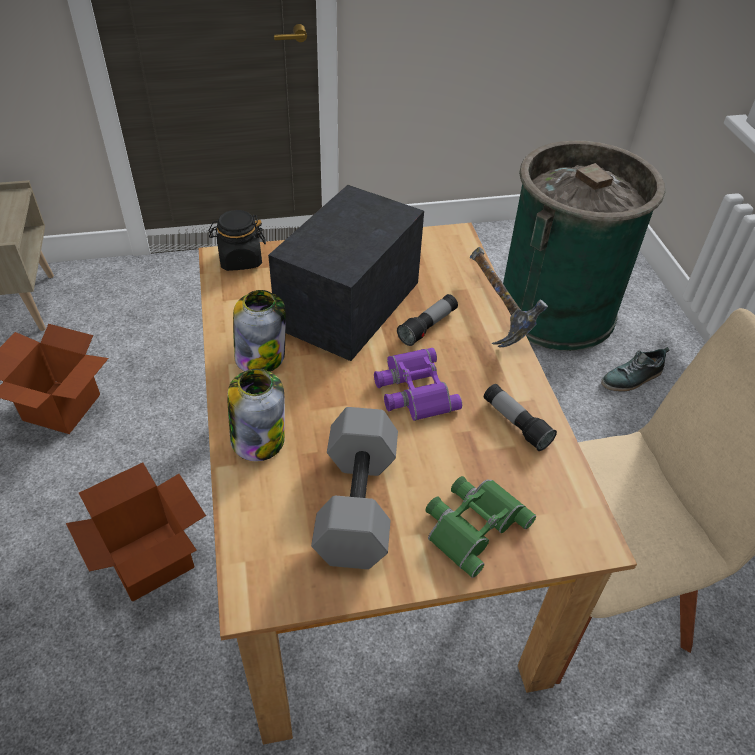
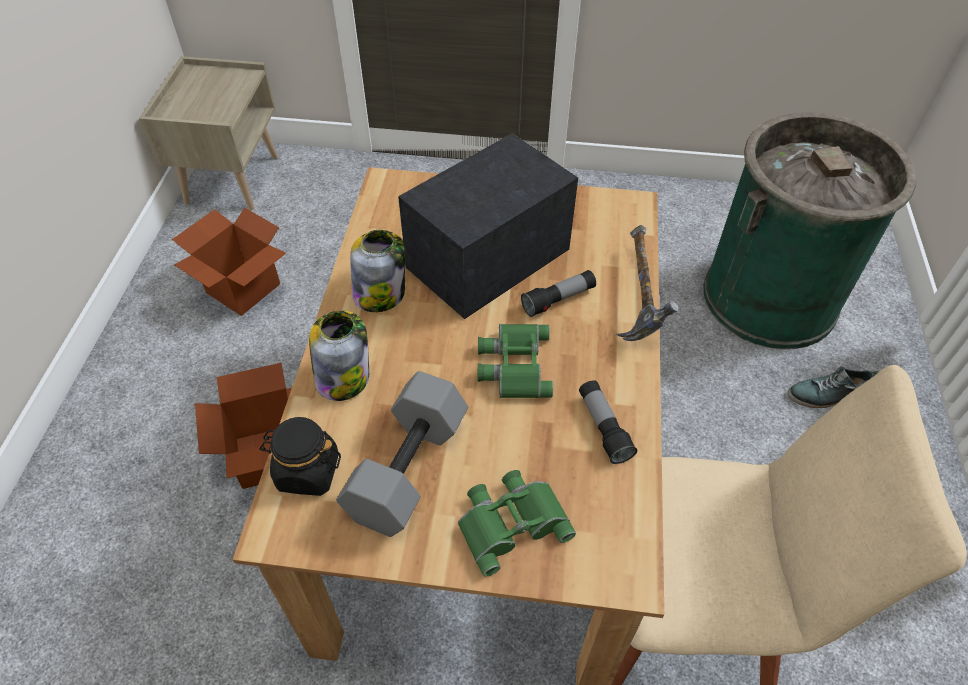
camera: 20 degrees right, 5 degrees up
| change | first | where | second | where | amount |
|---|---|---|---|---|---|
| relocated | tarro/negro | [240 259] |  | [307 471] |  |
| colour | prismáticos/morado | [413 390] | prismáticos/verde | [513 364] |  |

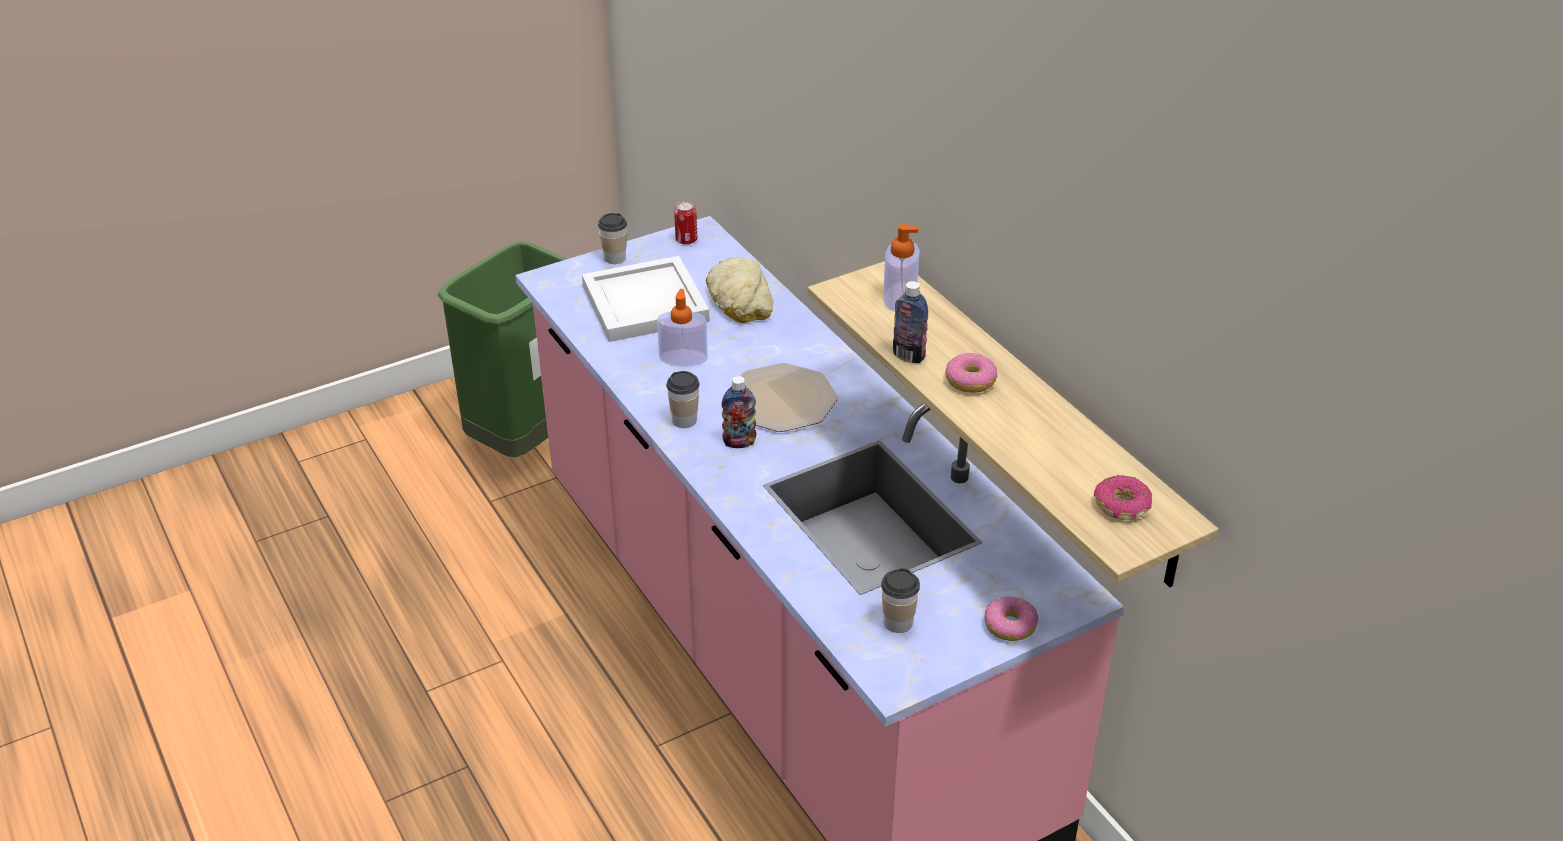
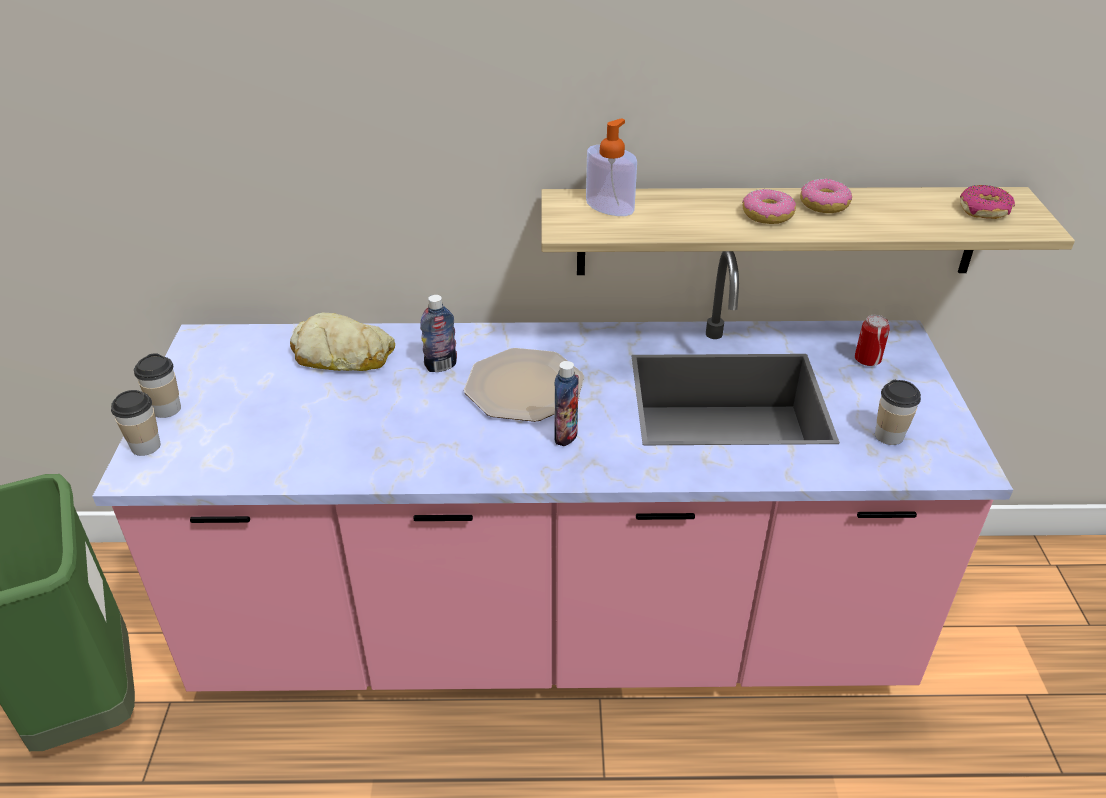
camera: 60 degrees left, 0 degrees up
| change | first | where | second | where | amount |
|---|---|---|---|---|---|
| missing | bandeja/blanco | [644 305] |  |  |  |
| missing | dispensador de jabón | [683 358] |  |  |  |
| relocated | taza | [684 420] |  | [145 446] |  |
| relocated | lata | [686 240] |  | [867 360] |  |
| relocated | botella | [908 356] |  | [441 366] |  |
| relocated | rosquilla | [1010 626] |  | [824 205] |  |

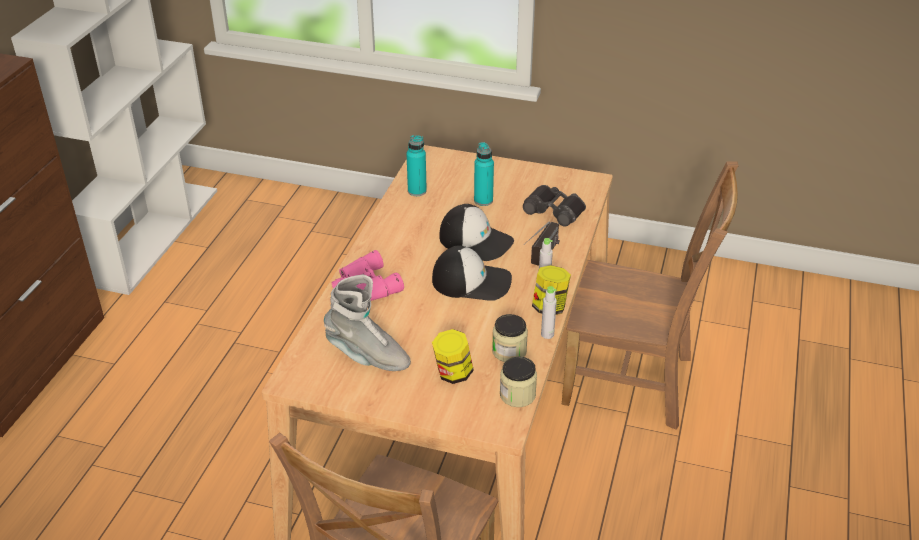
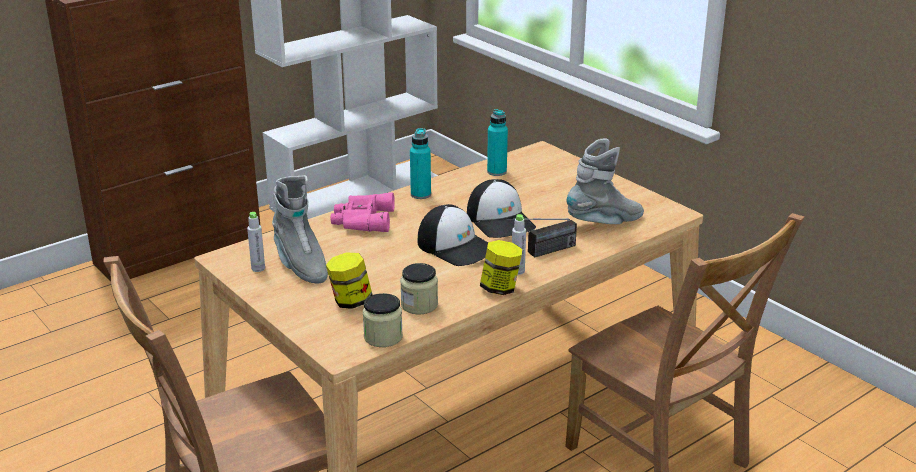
camera: 35 degrees right, 10 degrees down
| change | first | where | second | where | amount |
|---|---|---|---|---|---|
| relocated | botella/turquesa | [483 200] |  | [420 194] |  |
| relocated | botella/gris | [547 334] |  | [258 268] |  |
| exchanged | prismáticos/negro | [554 210] | bota/gris | [605 223] |  |

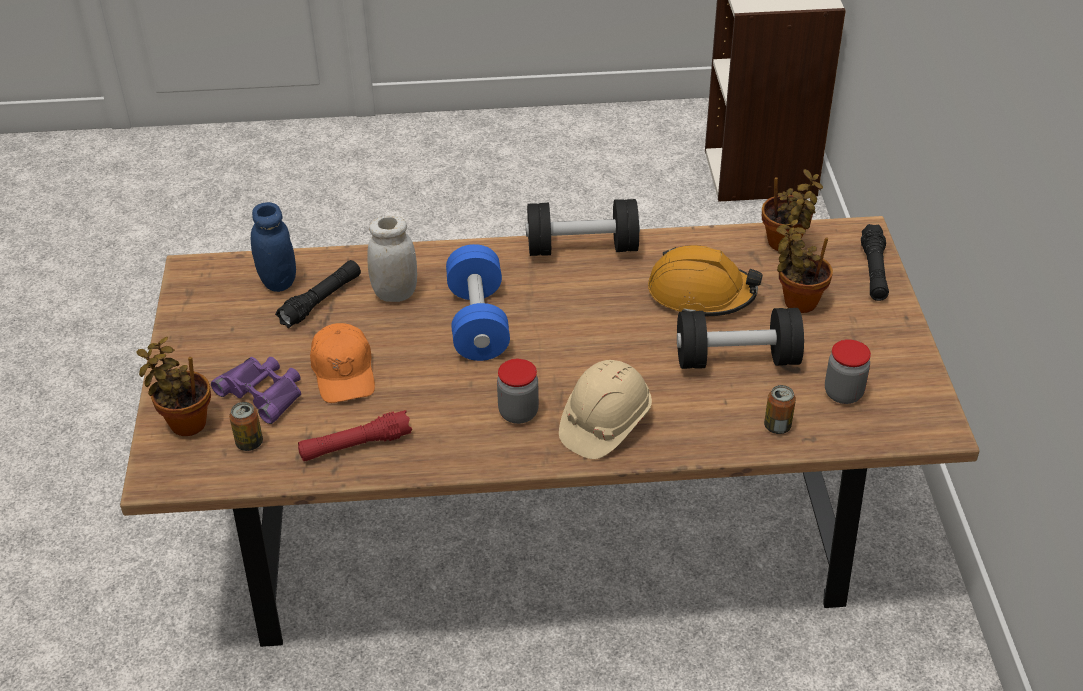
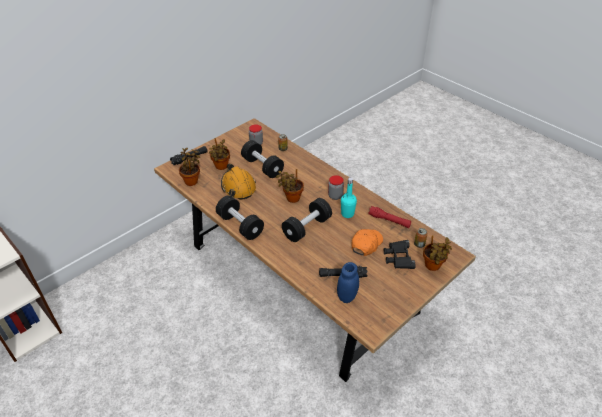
camera: 130 degrees left, 0 degrees up
| change | first | where | second | where | amount |
|---|---|---|---|---|---|
| missing | tarro/blanco | [395 293] |  |  |  |
| missing | casco/beis | [604 423] |  |  |  |
| appeared |  |  | planta en maceta | [291 198] |  |
| appeared |  |  | botella/turquesa | [347 214] |  |
| colour | prismáticos/morado | [263 392] | prismáticos/negro | [398 257] |  |
| colour | mancuerna/azul | [478 322] | mancuerna/negro | [307 228] |  |

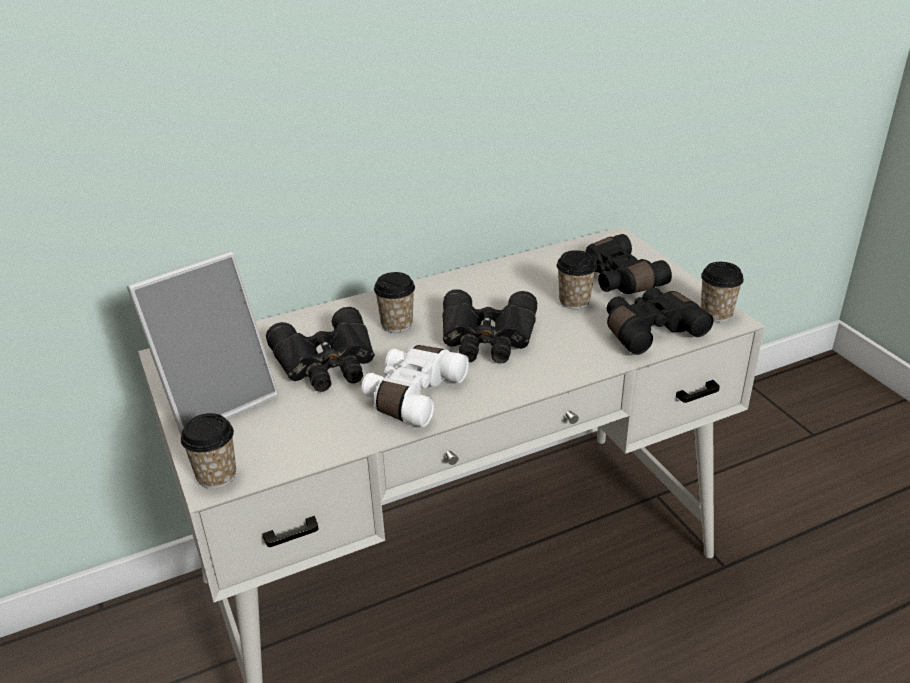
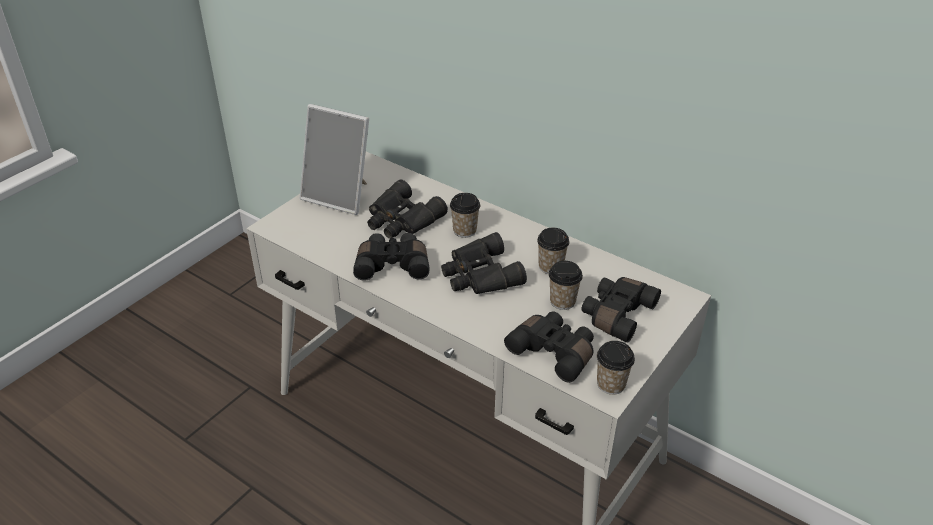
camera: 60 degrees right, 5 degrees up
| change | first | where | second | where | amount |
|---|---|---|---|---|---|
| relocated | taza | [216 475] |  | [550 267] |  |
| colour | prismáticos/blanco | [412 395] | prismáticos/negro | [392 264] |  |

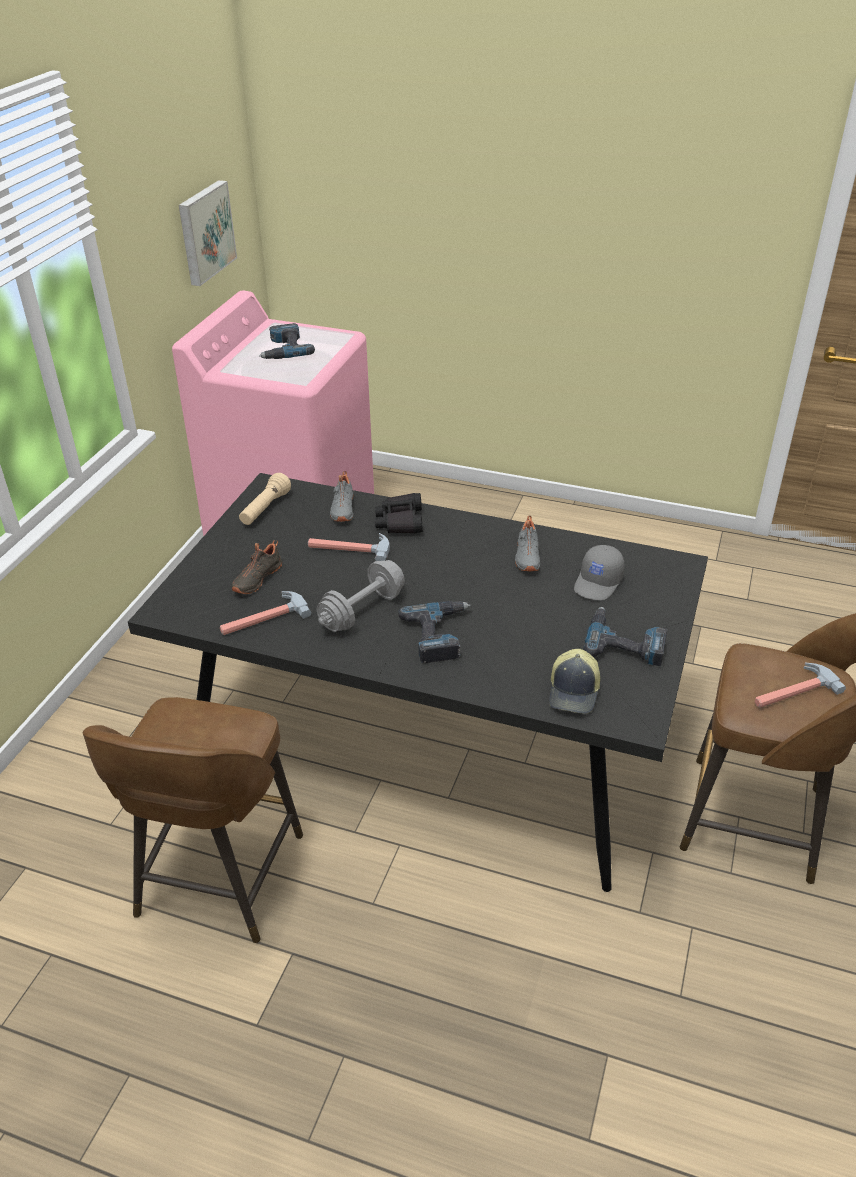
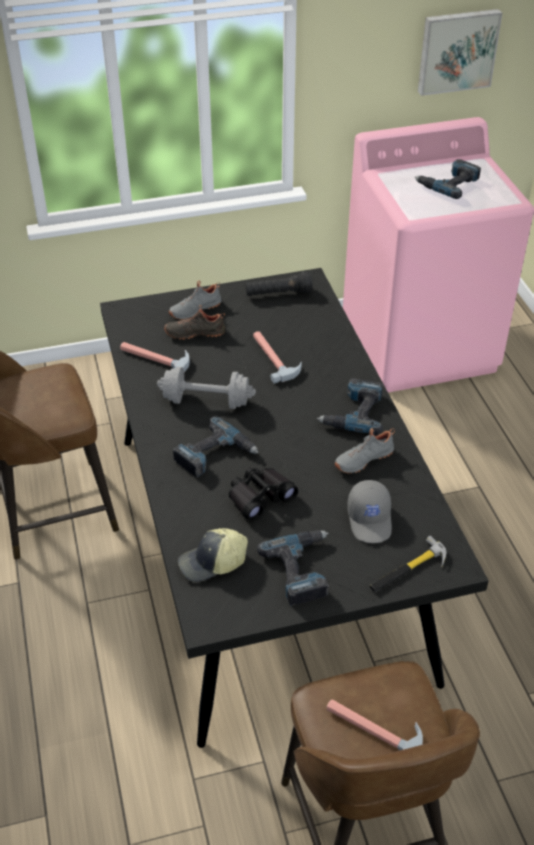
camera: 55 degrees right, 5 degrees up
| change | first | where | second | where | amount |
|---|---|---|---|---|---|
| appeared |  |  | taladro | [353 412] |  |
| appeared |  |  | martillo | [408 570] |  |
| relocated | zapato/gris | [342 509] |  | [194 309] |  |
| relocated | prismáticos/negro | [400 521] |  | [260 497] |  |
| colour | linterna/beis | [265 509] | linterna/negro | [278 294] |  |
| spun | gorra/gris | [598 583] |  | [370 519] | 90 degrees counterclockwise |

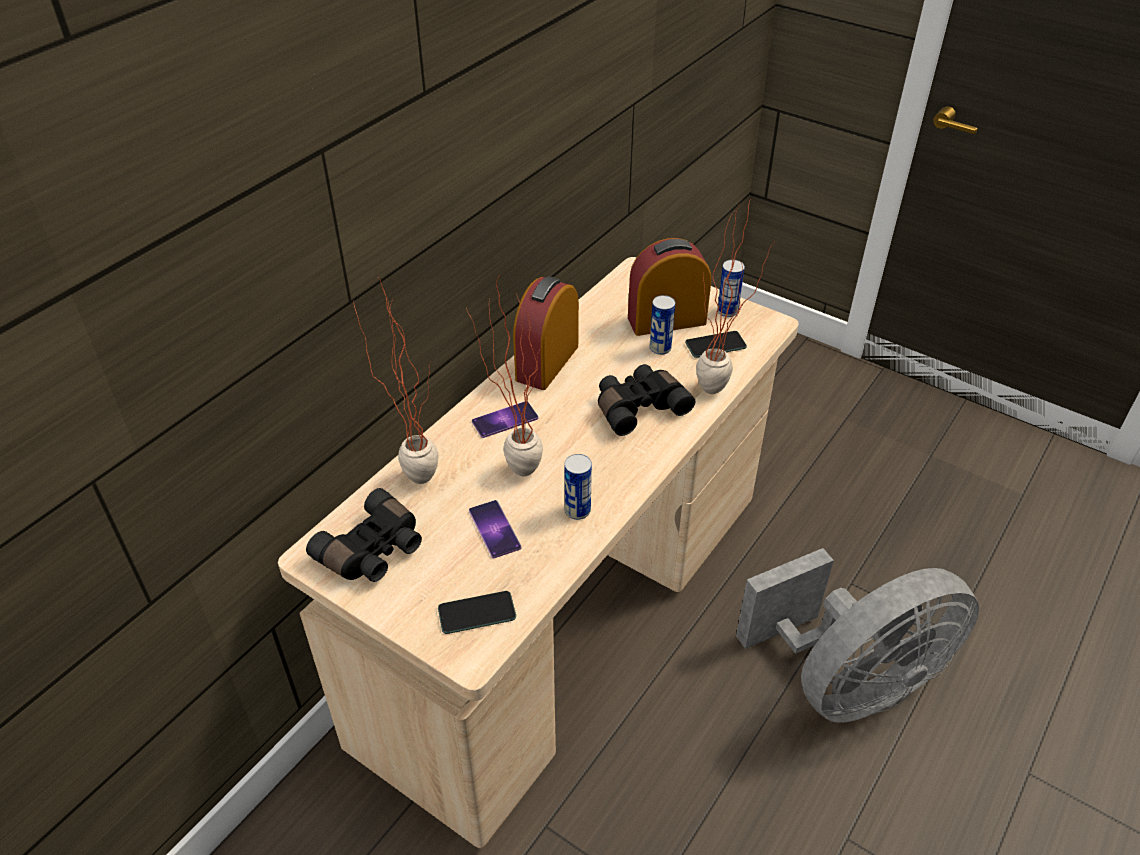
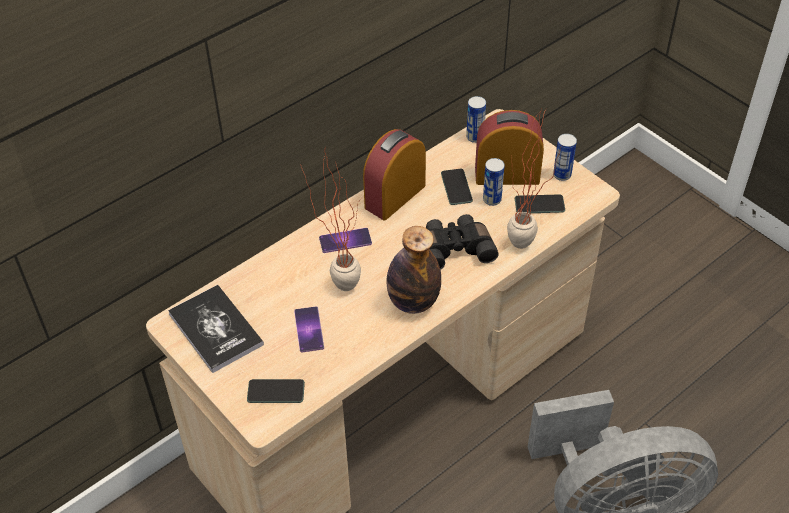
camera: 15 degrees right, 5 degrees up
| change | first | where | second | where | amount |
|---|---|---|---|---|---|
| missing | planta en maceta | [414 471] |  |  |  |
| appeared |  |  | botella | [413 302] |  |
| appeared |  |  | móvil | [456 187] |  |
| relocated | lata | [577 510] |  | [475 137] |  |
| exchanged | prismáticos/negro | [374 551] | libro | [216 329] |  |

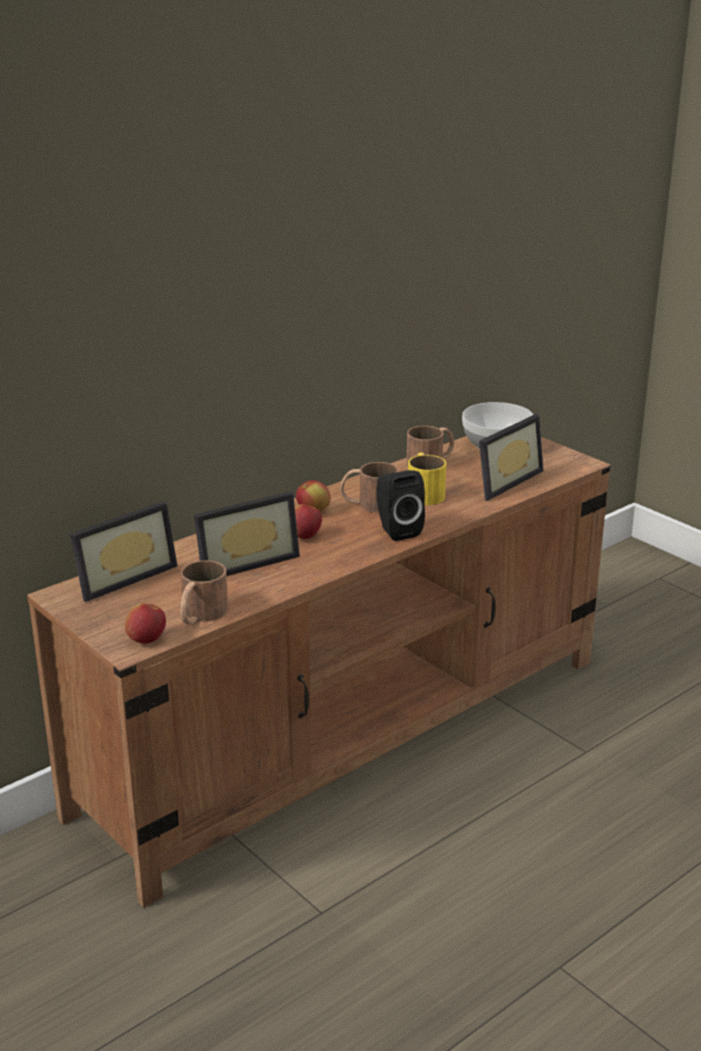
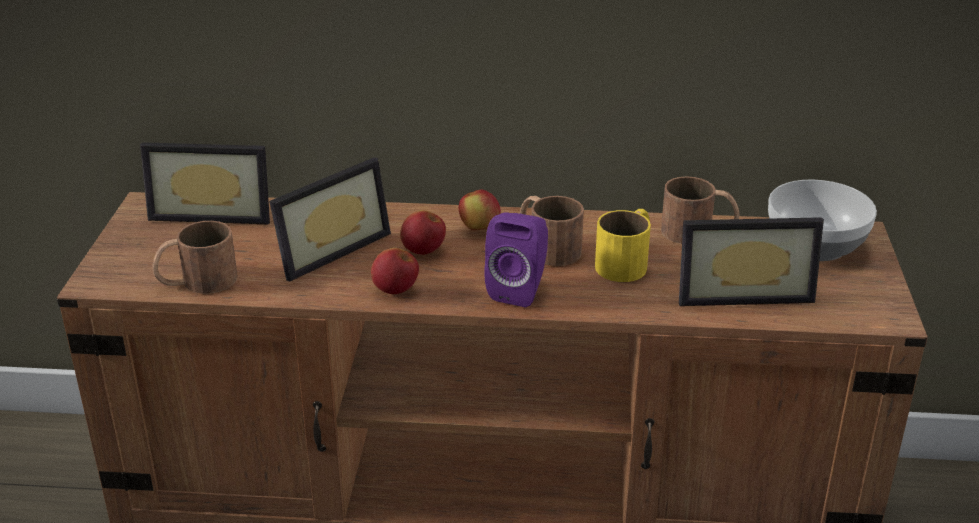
camera: 45 degrees right, 5 degrees up
| change | first | where | second | where | amount |
|---|---|---|---|---|---|
| relocated | manzana | [146 640] |  | [395 290] |  |
| colour | altavoz/negro | [396 530] | altavoz/morado | [519 290] |  |
| spun | portarretratos | [244 561] |  | [327 249] | 60 degrees counterclockwise |

